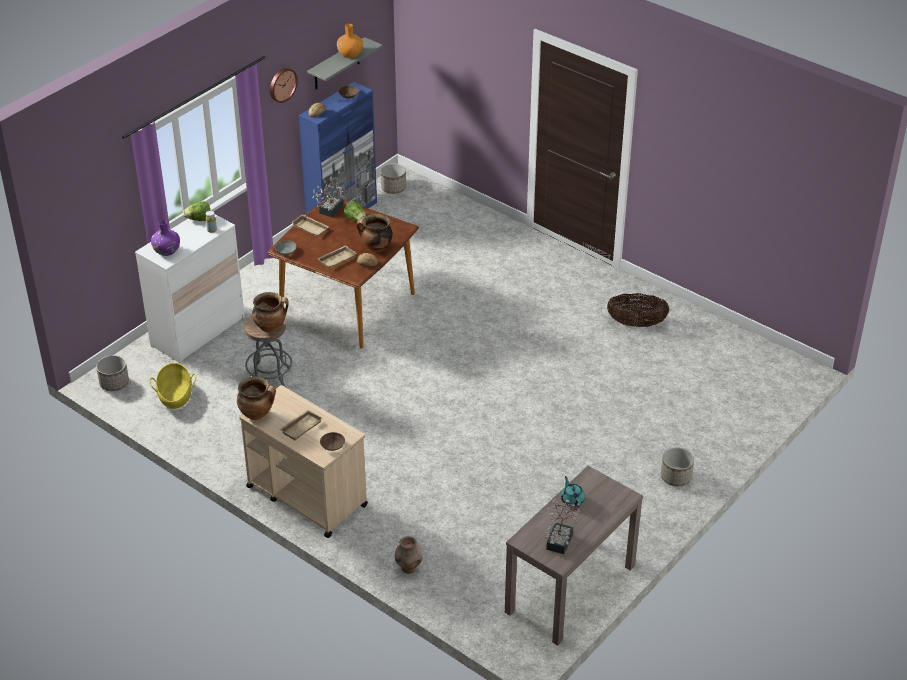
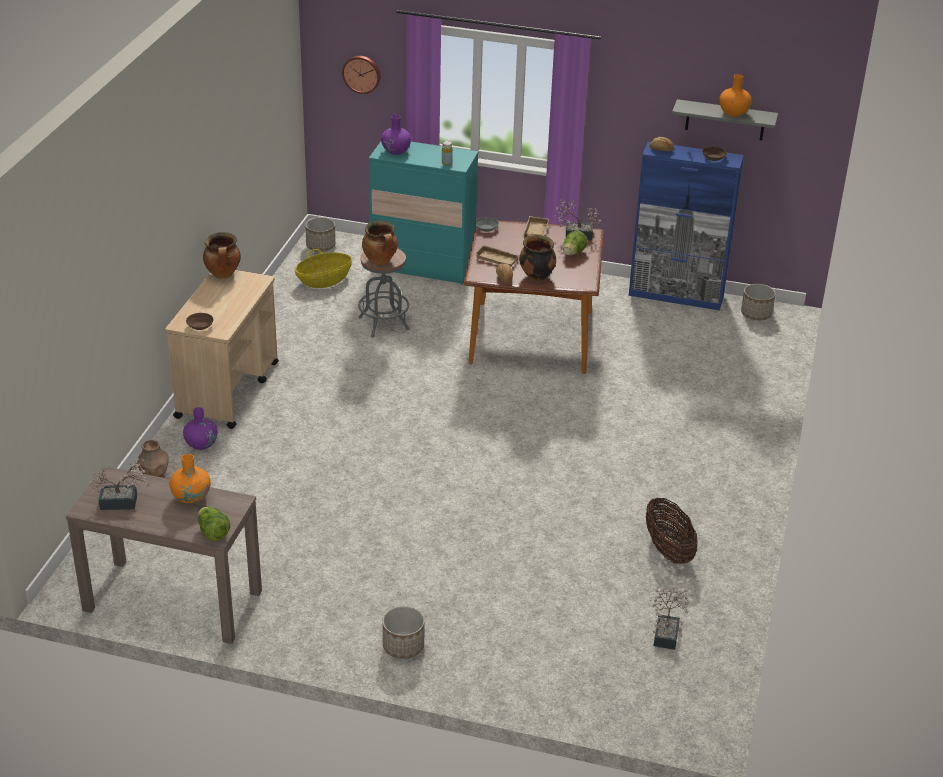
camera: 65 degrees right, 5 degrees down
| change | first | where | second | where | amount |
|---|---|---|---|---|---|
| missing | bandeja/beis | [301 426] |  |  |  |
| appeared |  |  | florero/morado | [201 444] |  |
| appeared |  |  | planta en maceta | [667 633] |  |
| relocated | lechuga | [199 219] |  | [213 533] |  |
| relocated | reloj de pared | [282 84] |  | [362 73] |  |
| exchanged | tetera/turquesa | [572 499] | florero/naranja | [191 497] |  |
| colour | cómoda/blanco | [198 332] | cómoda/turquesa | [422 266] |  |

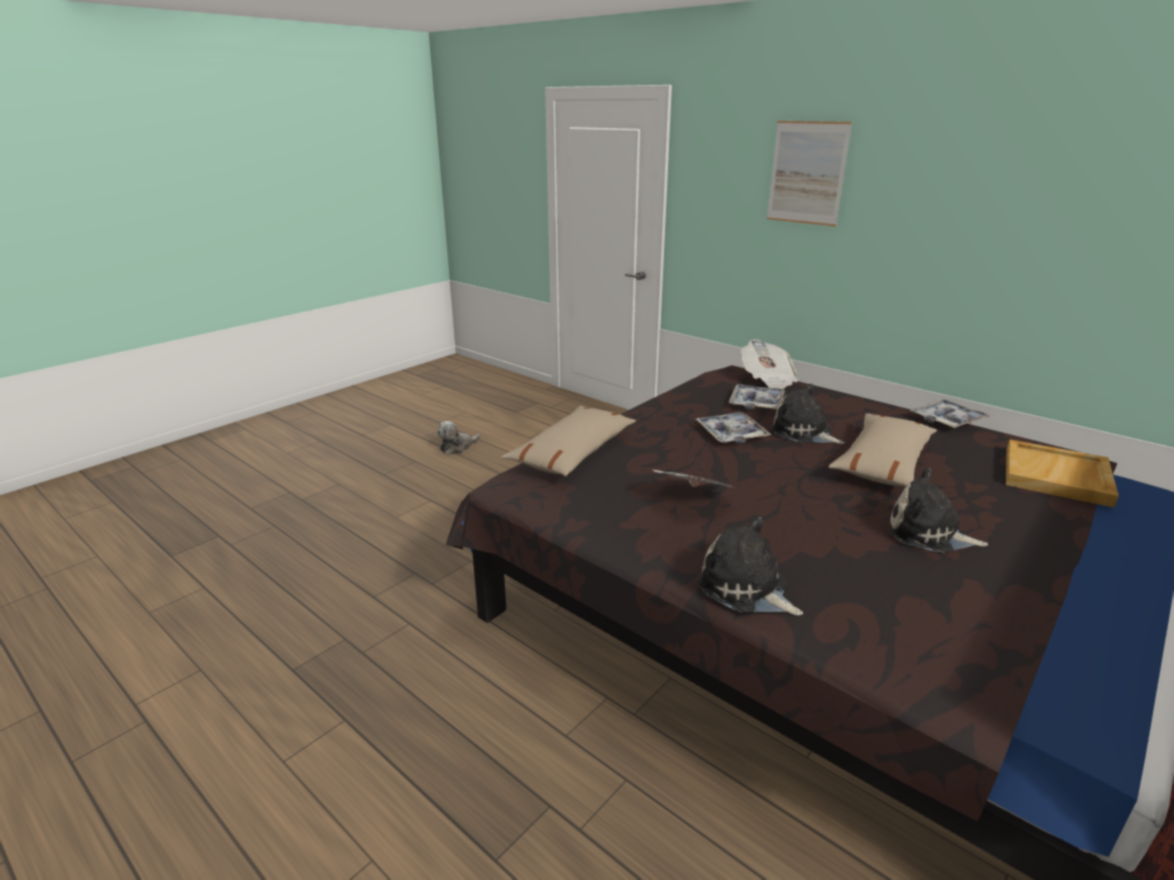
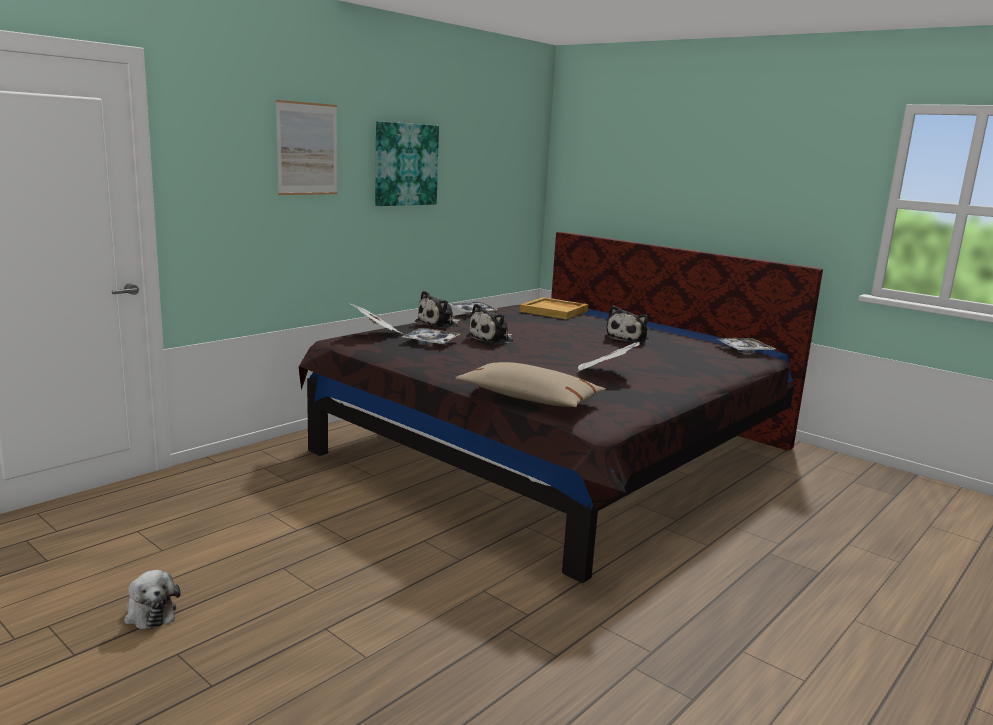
camera: 90 degrees left, 10 degrees down
| change | first | where | second | where | amount |
|---|---|---|---|---|---|
| missing | cojín/beis | [883 462] |  |  |  |
| appeared |  |  | cuadro | [405 164] |  |
| relocated | bandeja | [731 434] |  | [744 350] |  |
| relocated | peluche | [746 589] |  | [439 324] |  |

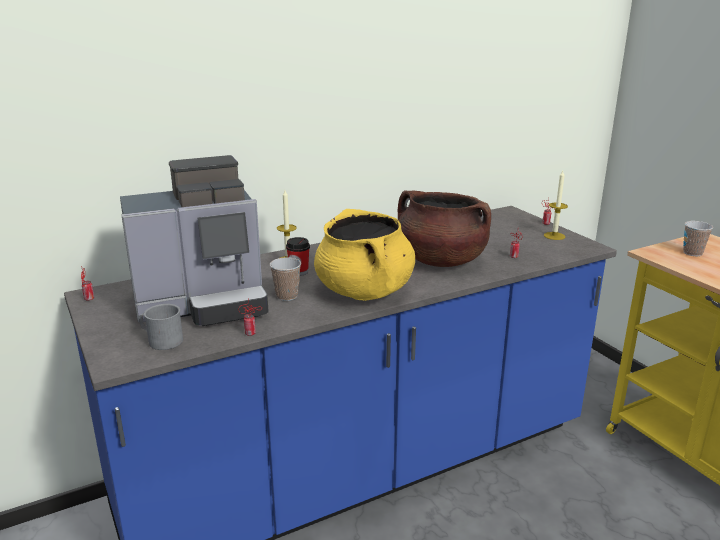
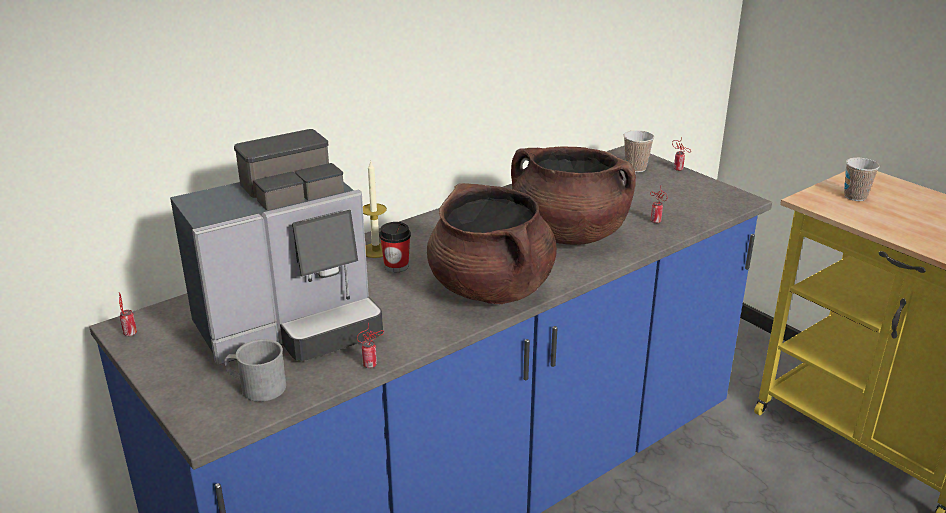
camera: 10 degrees left, 5 degrees up
| change | first | where | second | where | amount |
|---|---|---|---|---|---|
| missing | vela | [554 236] |  |  |  |
| relocated | taza | [287 296] |  | [635 168] |  |
| colour | olla/amarillo | [365 292] | olla/marrón | [491 289] |  |

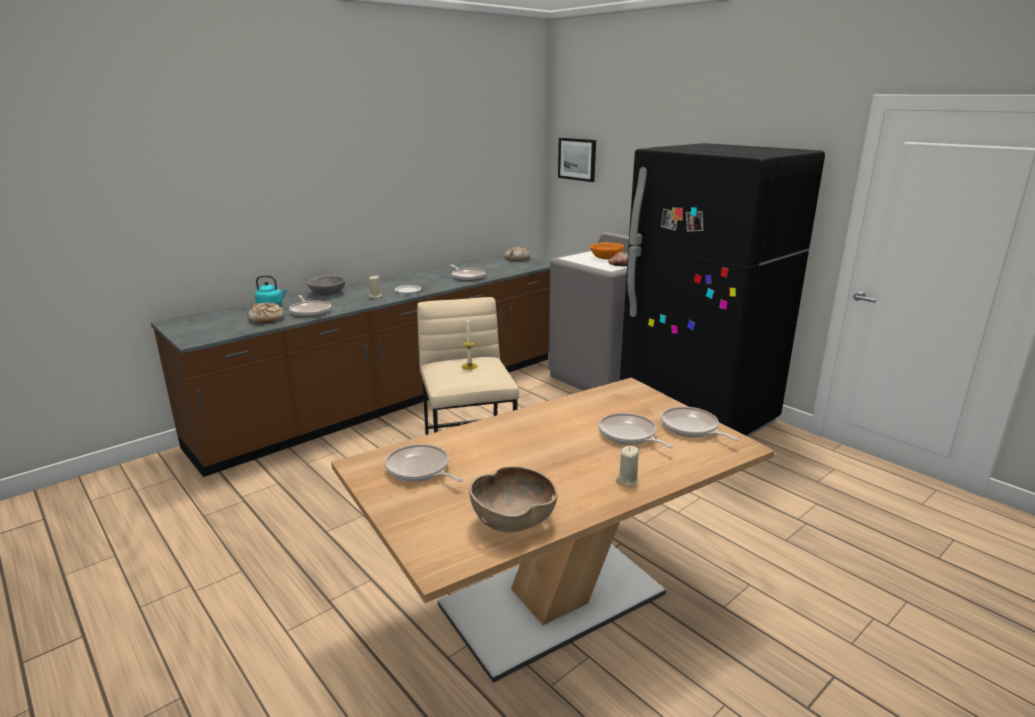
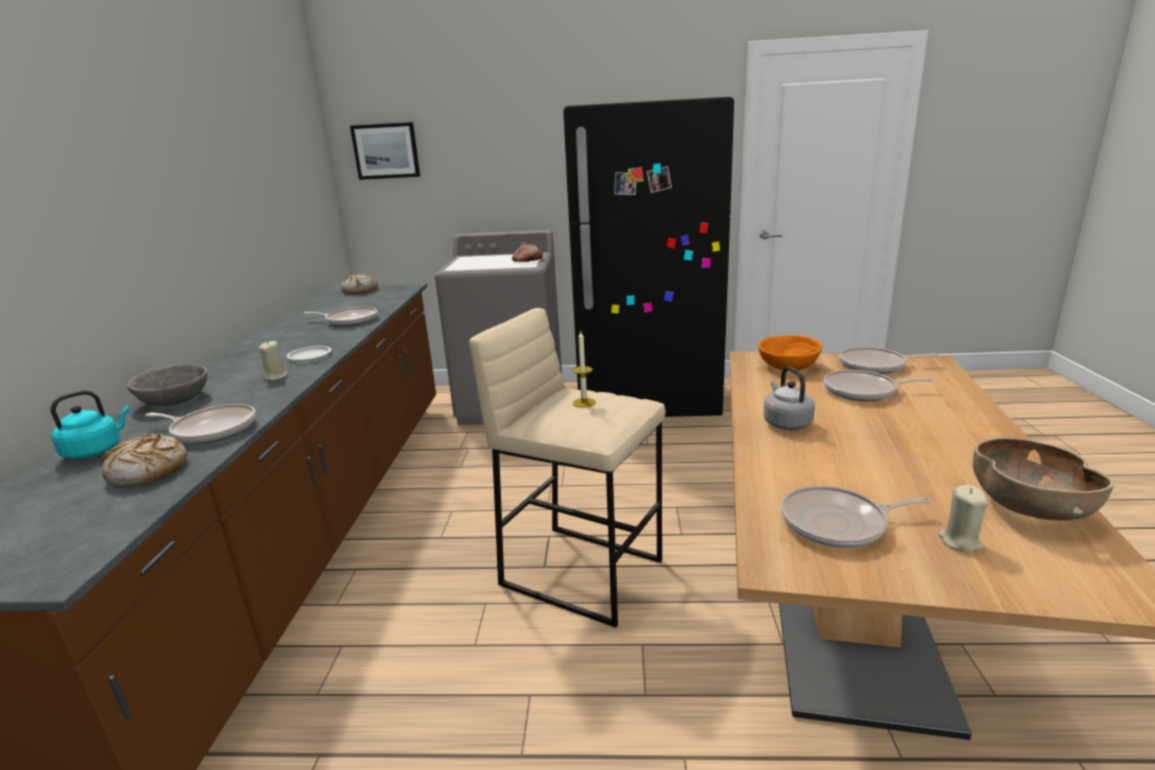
camera: 45 degrees left, 0 degrees up
| change | first | where | second | where | amount |
|---|---|---|---|---|---|
| appeared |  |  | hervidor/gris | [785 423] |  |
| relocated | cuenco/naranja | [606 258] |  | [788 366] |  |
| relocated | vela/beis | [627 480] |  | [959 541] |  |

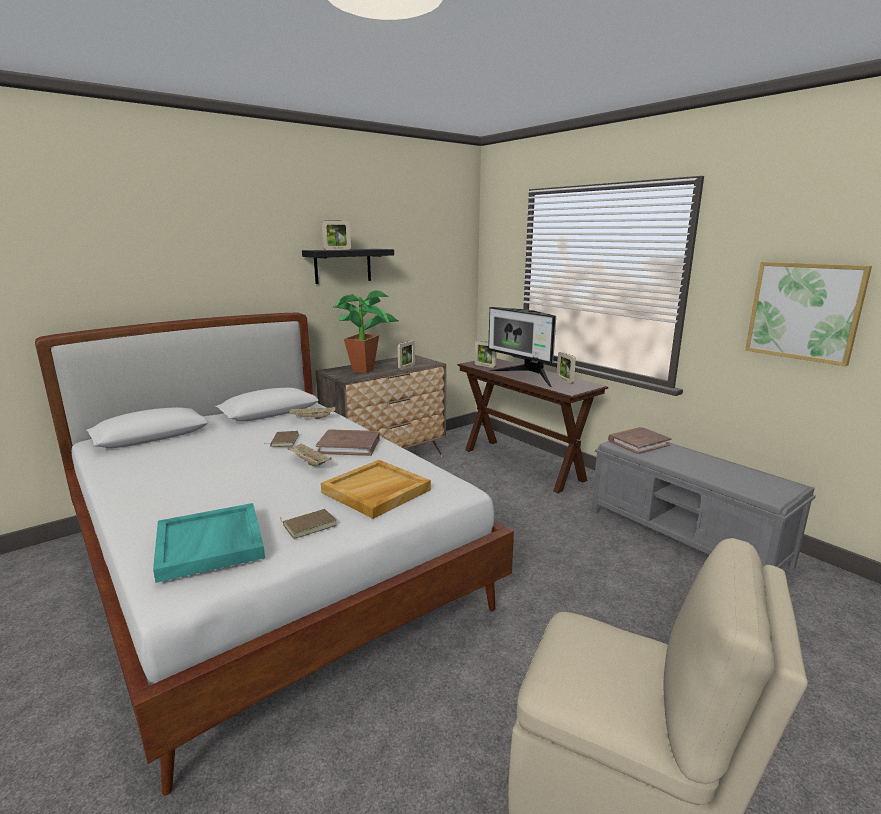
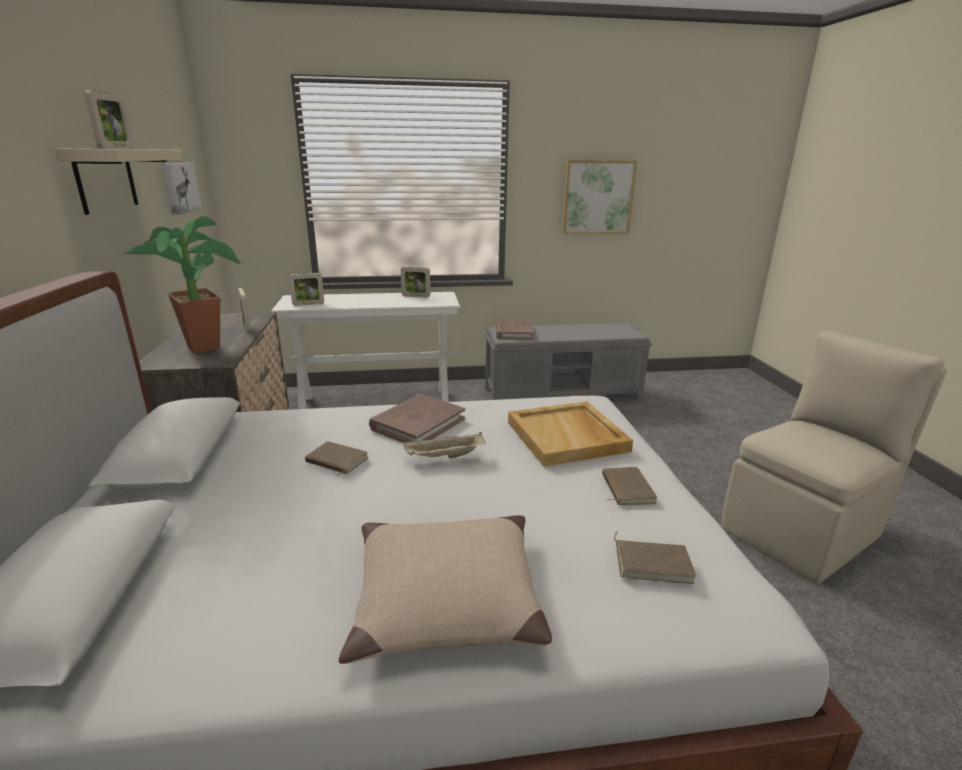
camera: 60 degrees left, 5 degrees up
| change | first | where | second | where | amount |
|---|---|---|---|---|---|
| missing | bandeja/beis | [312 418] |  |  |  |
| missing | monitor | [525 376] |  |  |  |
| appeared |  |  | cuadro | [179 188] |  |
| appeared |  |  | cojín/beis | [446 600] |  |
| exchanged | bandeja/turquesa | [211 544] | libro/marrón | [653 562] |  |
| colour | estante/negro | [343 266] | estante/beis | [106 179] |  |
| colour | mesa consola/marrón | [522 464] | mesa consola/blanco | [376 403] |  |

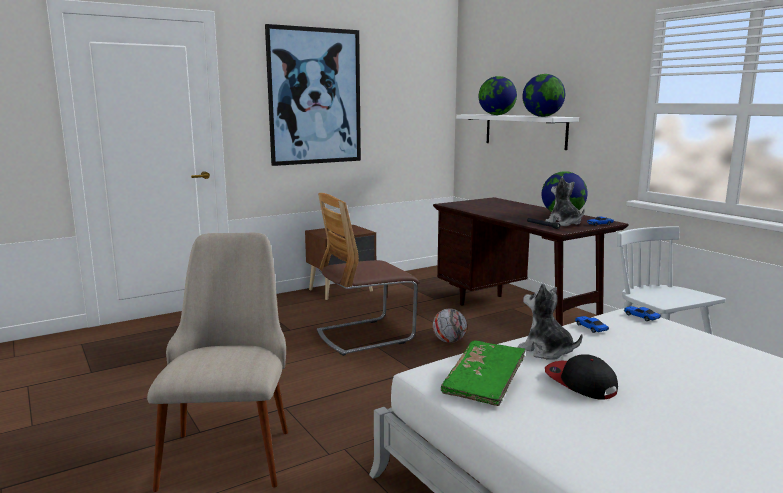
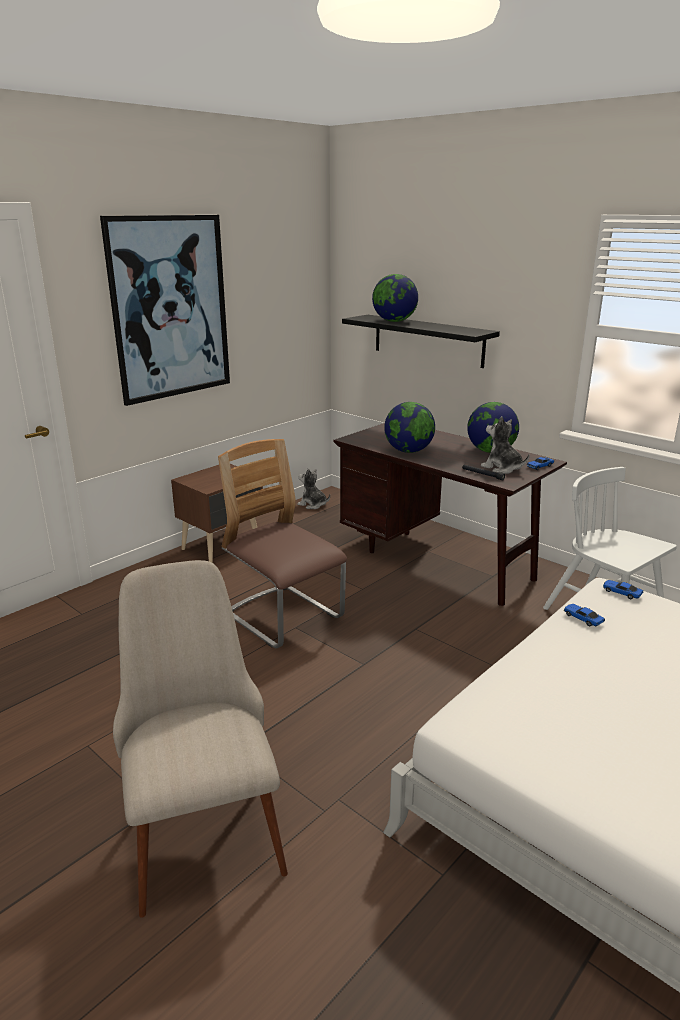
camera: 15 degrees left, 10 degrees up
| change | first | where | second | where | amount |
|---|---|---|---|---|---|
| missing | balón de fútbol | [449 341] |  |  |  |
| missing | libro/verde | [484 385] |  |  |  |
| missing | gorra | [580 382] |  |  |  |
| relocated | peluche | [546 351] |  | [313 504] |  |
| relocated | globo terráqueo | [542 116] |  | [408 451] |  |
| colour | estante/blanco | [525 131] | estante/negro | [428 340] |  |
| spun | silla | [365 336] |  | [283 617] | 90 degrees clockwise |

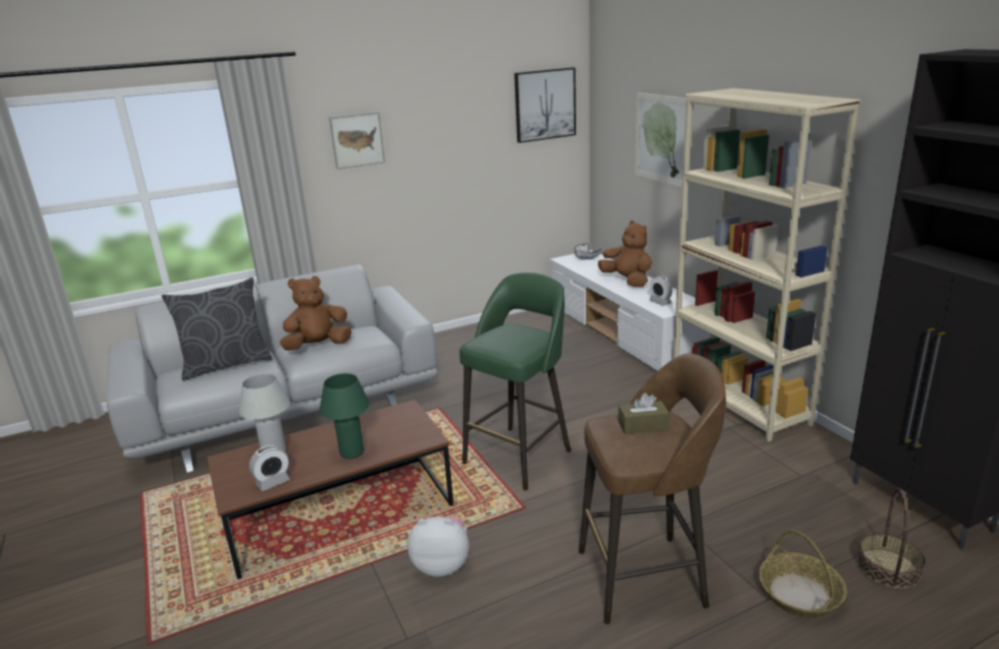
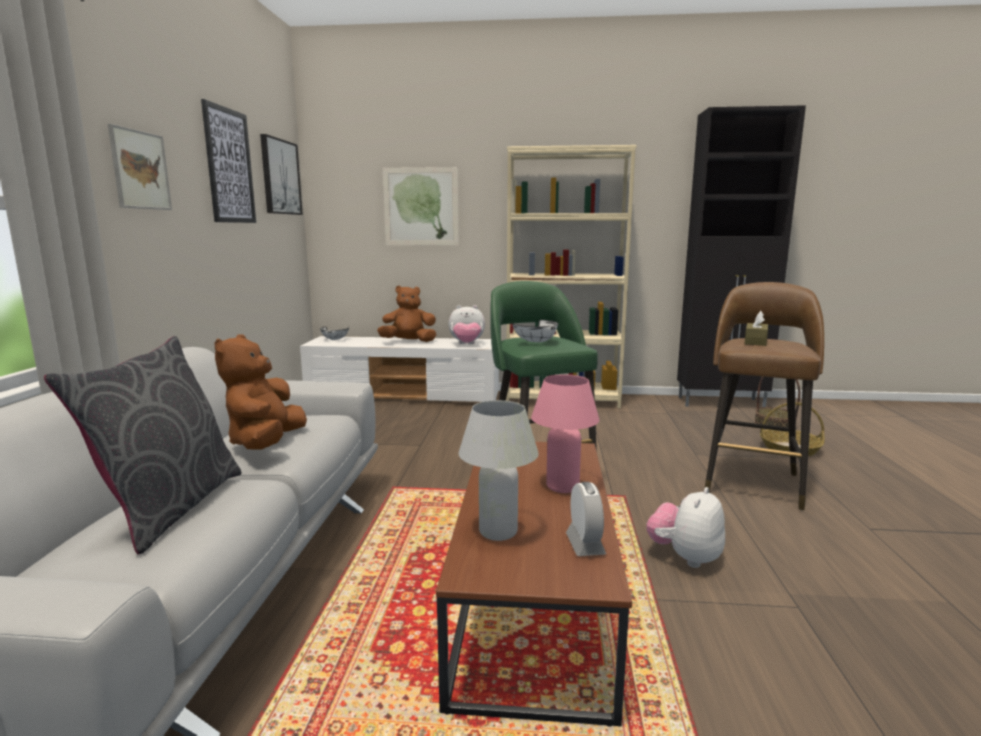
camera: 60 degrees left, 10 degrees down
| change | first | where | second | where | amount |
|---|---|---|---|---|---|
| appeared |  |  | cuadro | [229 166] |  |
| appeared |  |  | cuenco/blanco | [538 342] |  |
| exchanged | despertador | [660 302] | peluche | [467 344] |  |
| colour | lámpara de mesa/verde | [352 452] | lámpara de mesa/rosa | [562 486] |  |

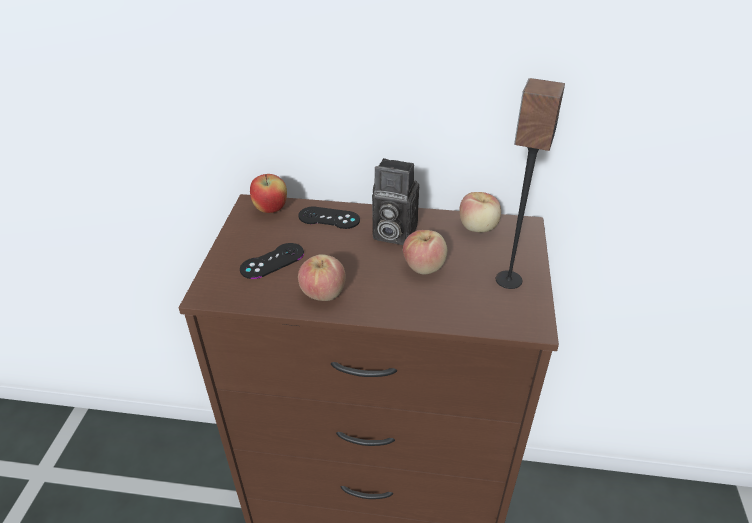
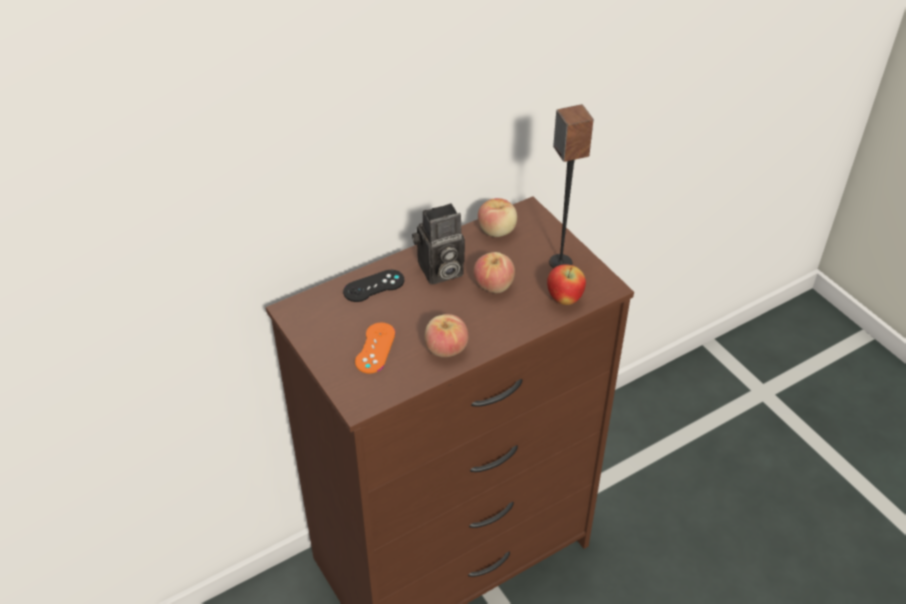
camera: 40 degrees left, 5 degrees up
| change | first | where | second | where | amount |
|---|---|---|---|---|---|
| relocated | manzana | [271 209] |  | [564 299] |  |
| colour | mando de consola/negro | [272 261] | mando de consola/naranja | [375 348] |  |

